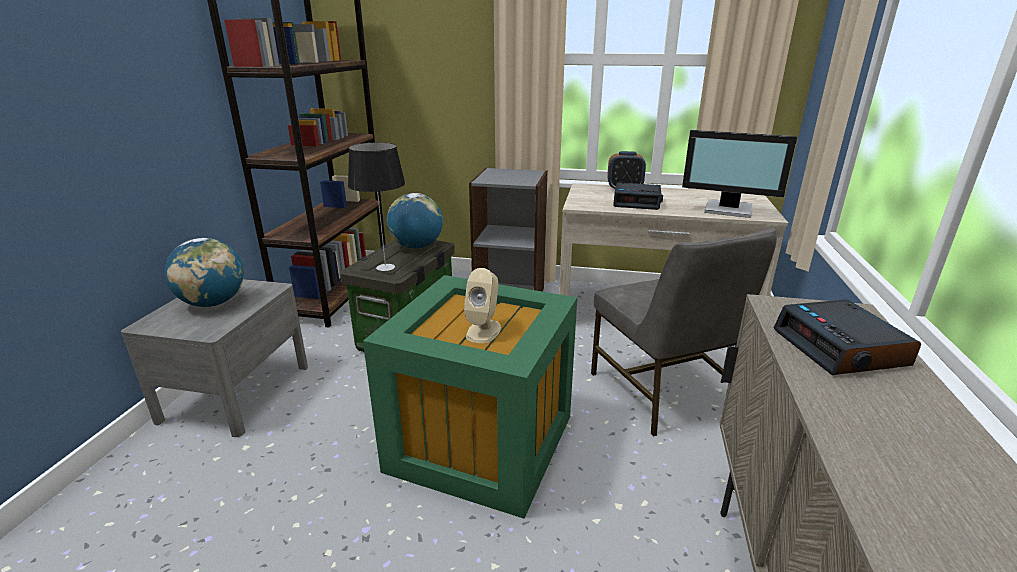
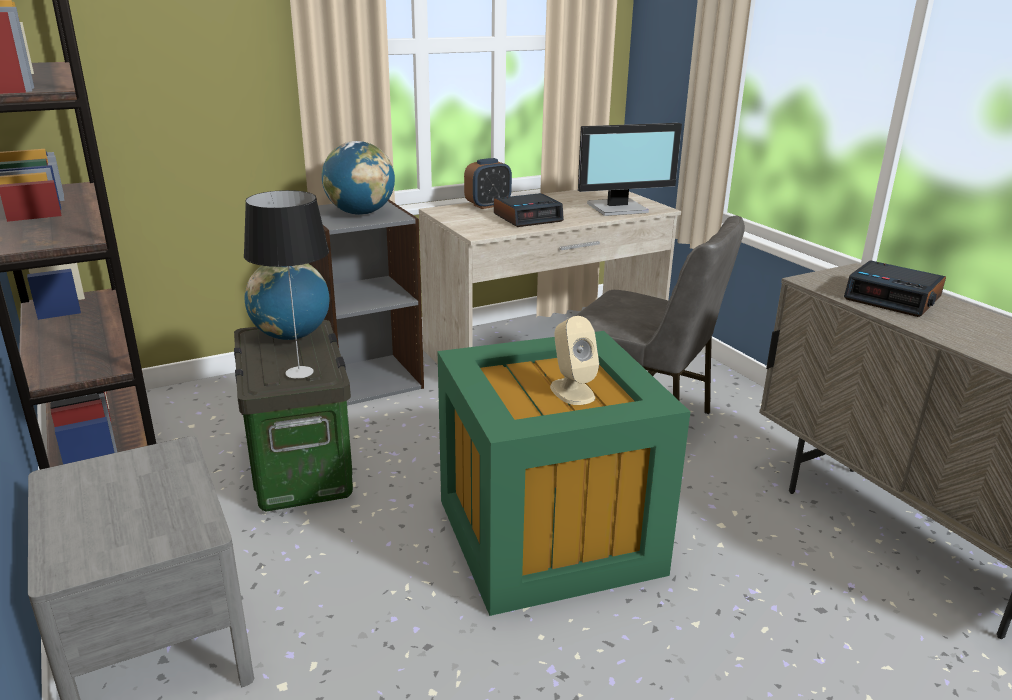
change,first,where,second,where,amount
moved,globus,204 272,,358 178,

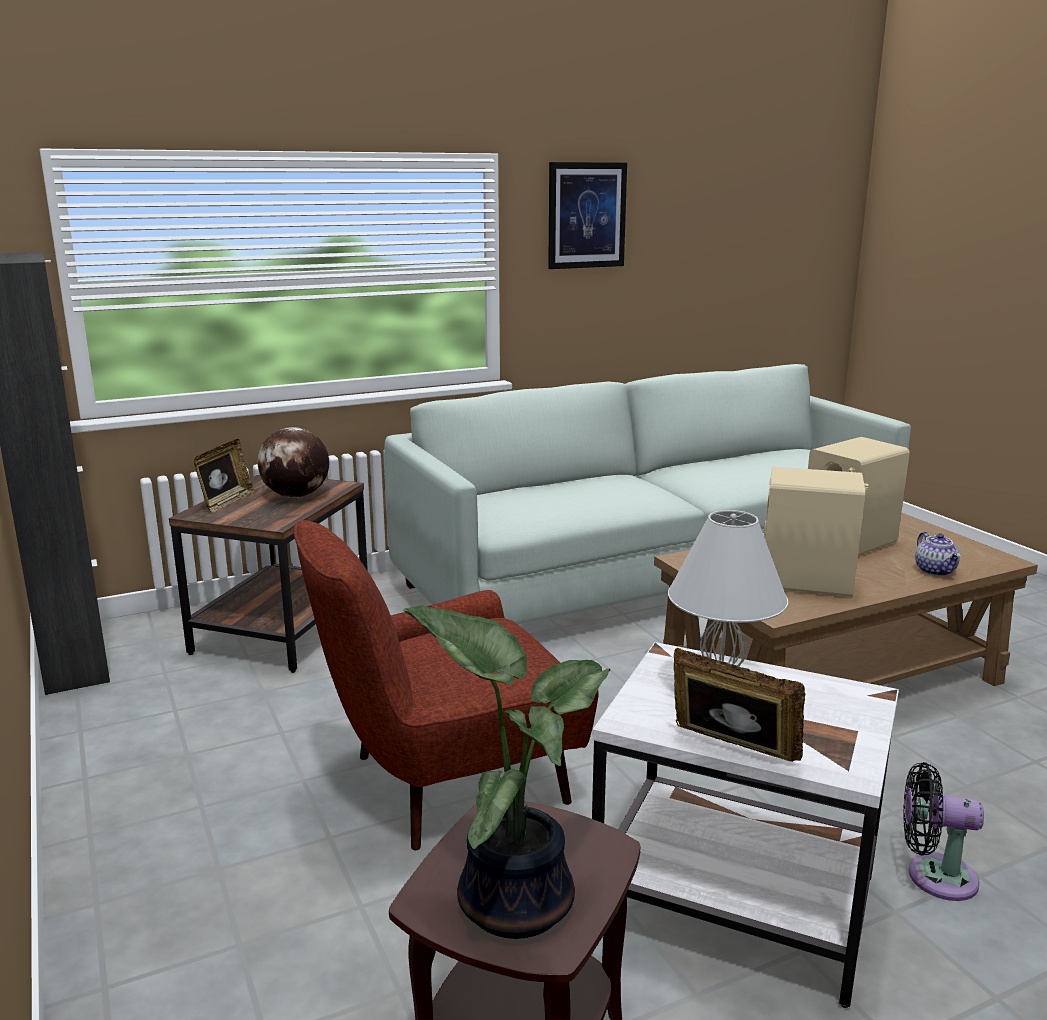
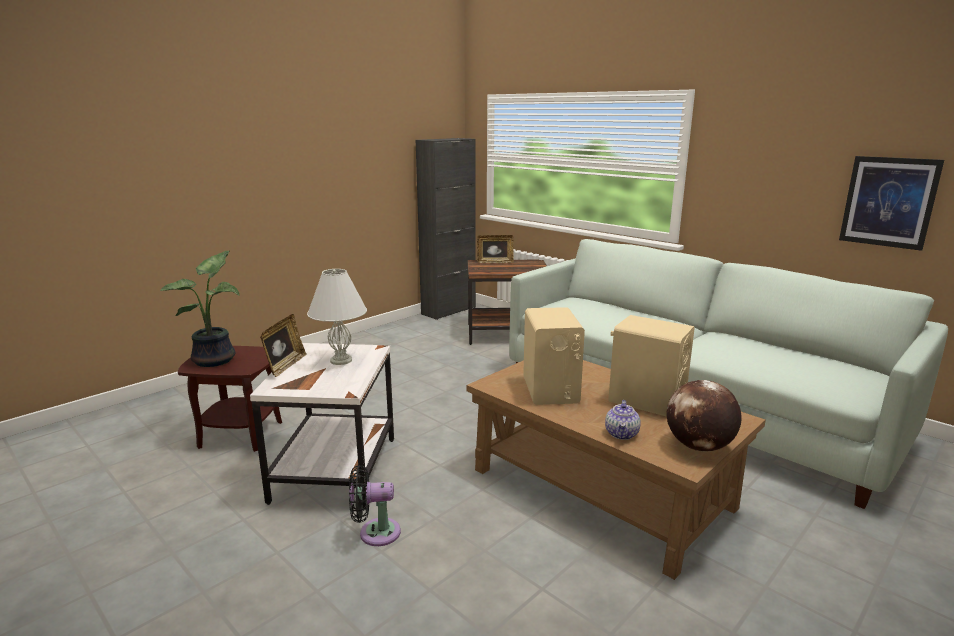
change,first,where,second,where,amount
moved,globus,293 462,,704 416,
removed,fotel (czerwony),446 685,,,
moved,obraz,587 215,,891 203,
turned,wentylator (czarny),943 831,,375 505,90 degrees counterclockwise
turned,imbryk,938 554,,623 420,45 degrees counterclockwise

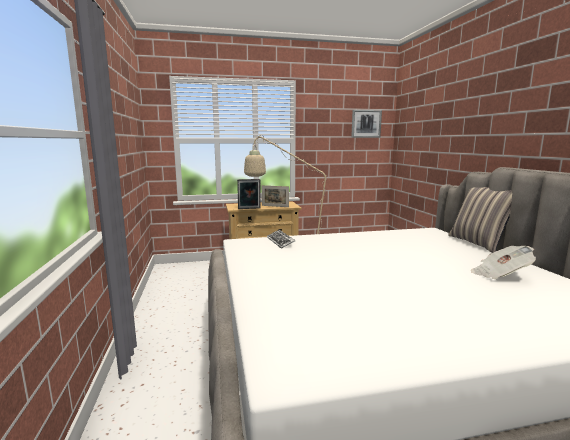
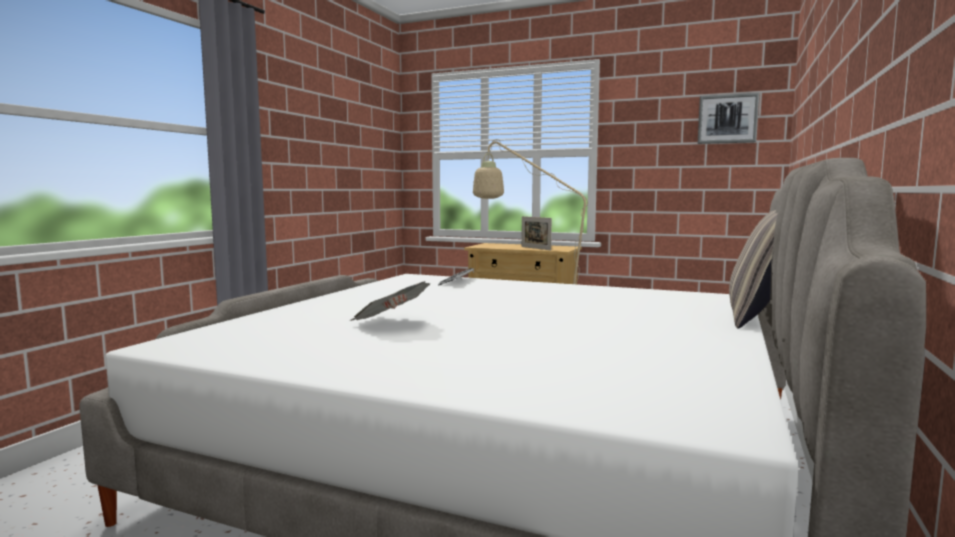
change,first,where,second,where,amount
removed,ramka na zdjęcie,248 194,,,
moved,gazeta,503 262,,390 301,

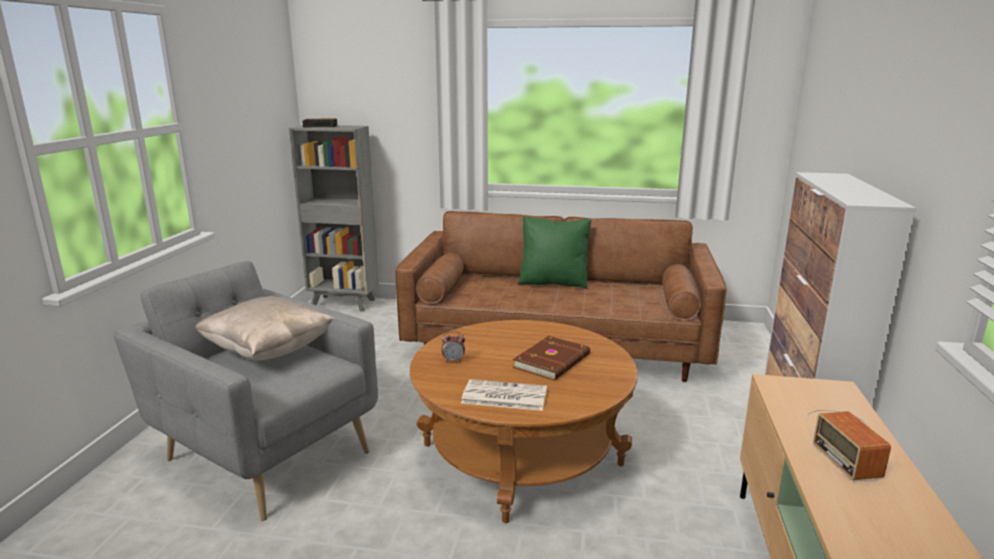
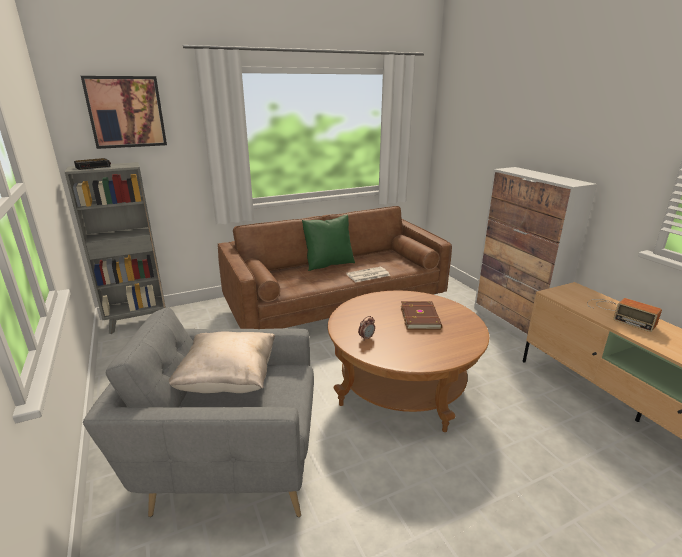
change,first,where,second,where,amount
moved,gazeta,504 395,,368 274,
added,,,obraz,124 112,

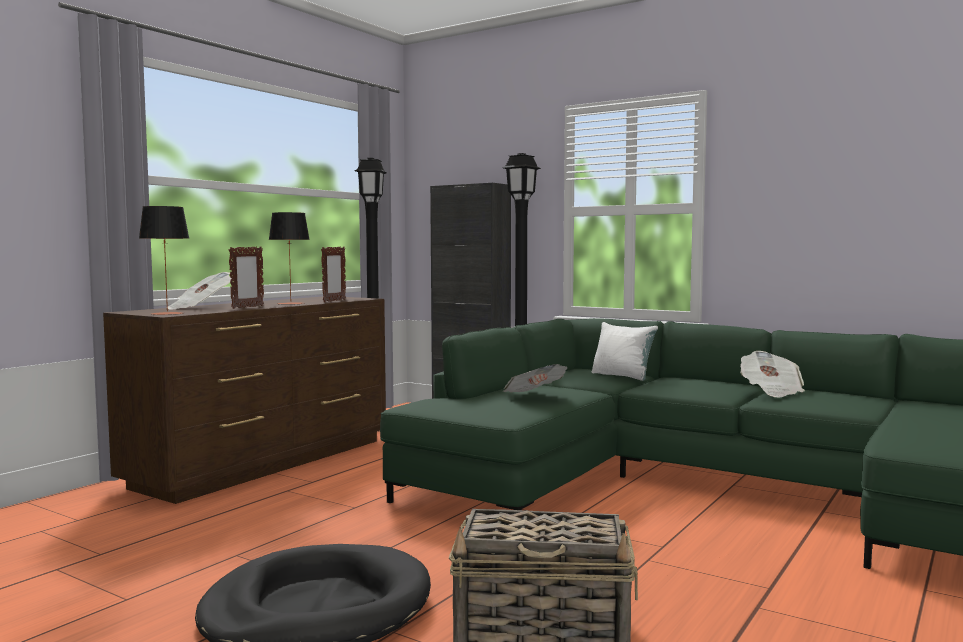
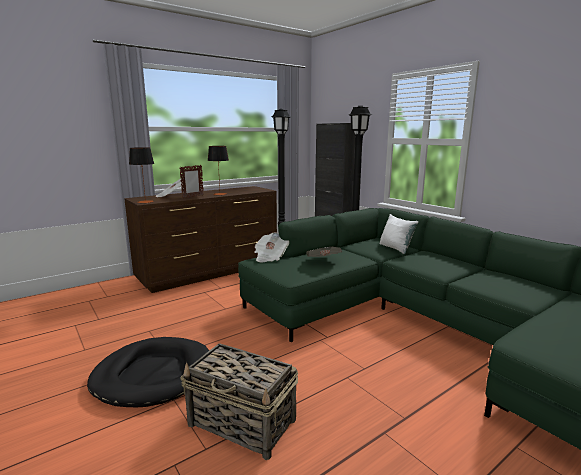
change,first,where,second,where,amount
removed,ramka na zdjęcie,333 274,,,
moved,gazeta,772 374,,271 247,

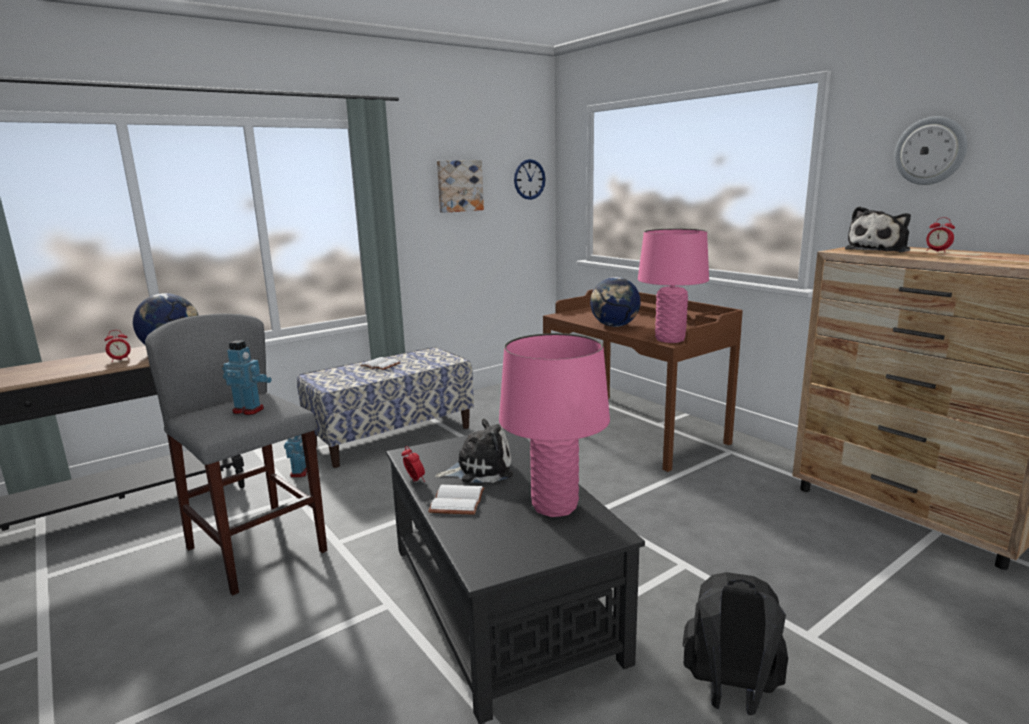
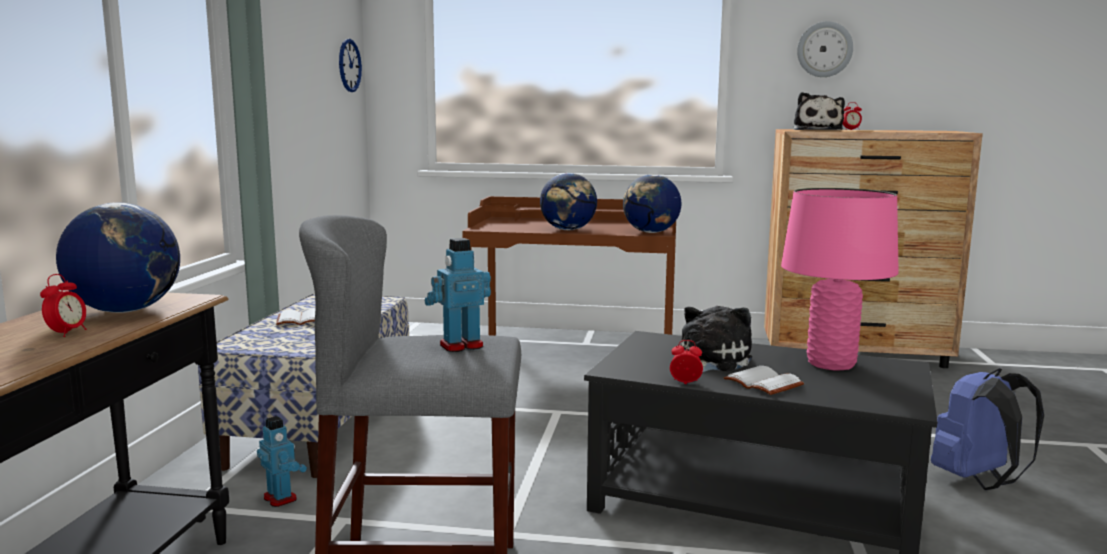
change,first,where,second,where,amount
removed,obraz,460 186,,,
replaced,lampa stołowa (różowy),673 285,globus,652 203,
recoloured,plecak (czarny),735 643,plecak (niebieski),987 429,

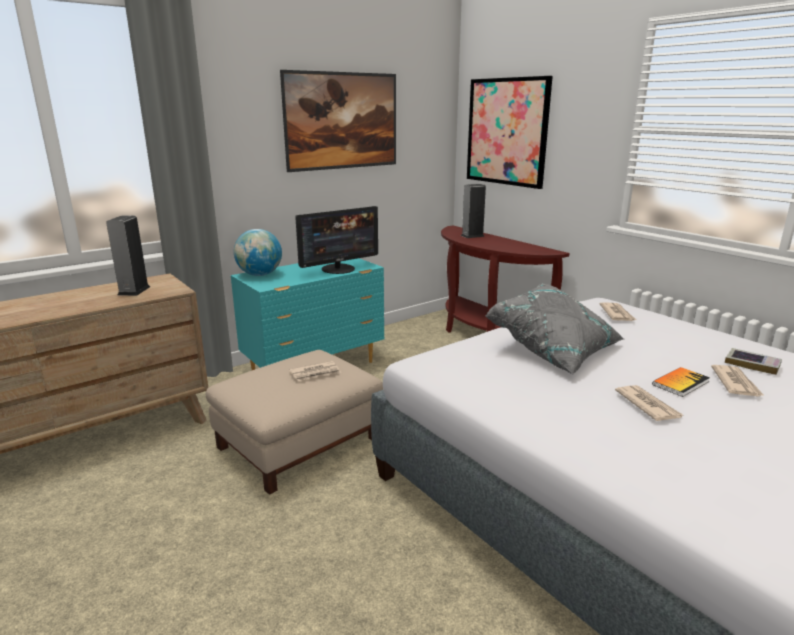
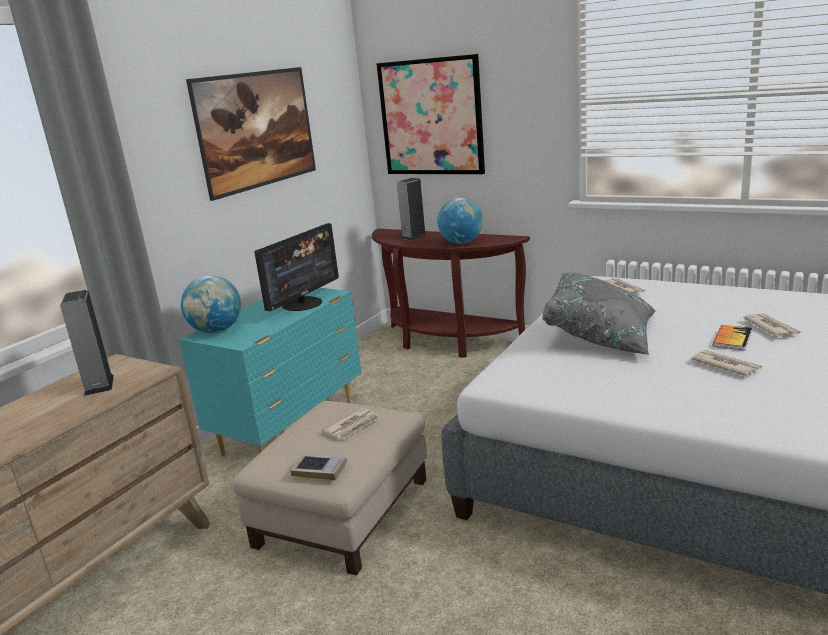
change,first,where,second,where,amount
moved,książka,753 361,,318 466,
added,,,globus,460 221,

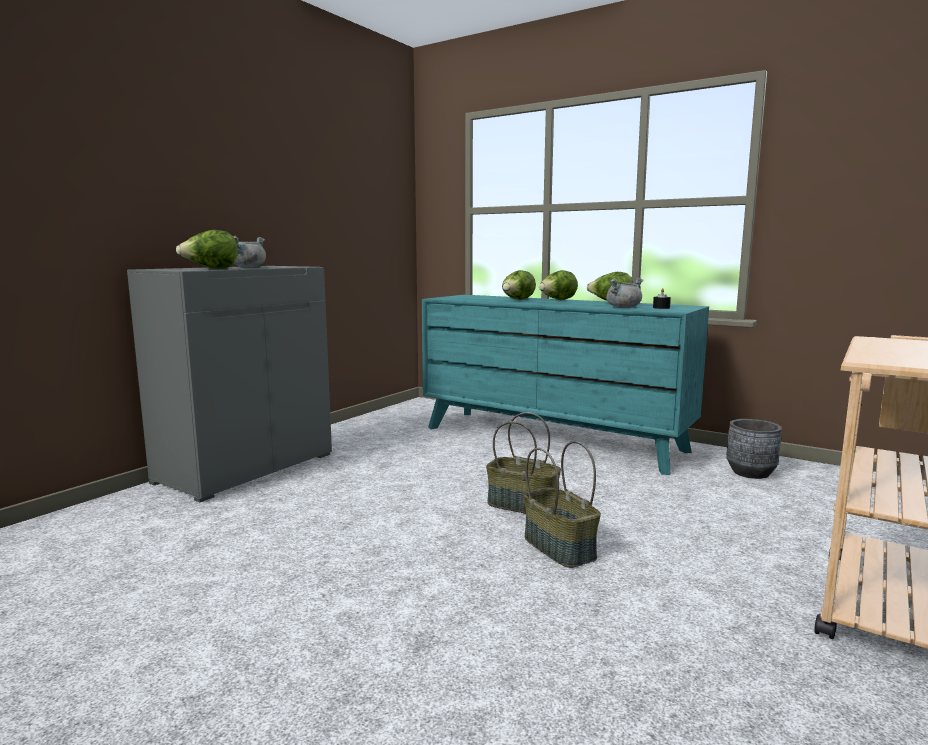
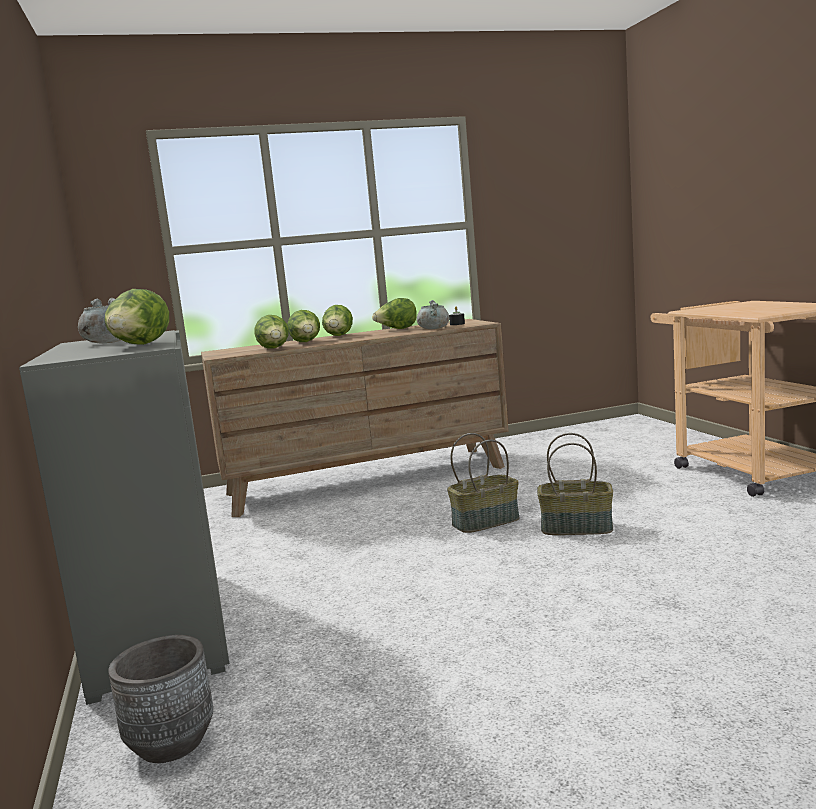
change,first,where,second,where,amount
recoloured,komoda (turkusowy),565 385,komoda (brązowy),354 418,
moved,donica (szary),754 449,,160 699,
added,,,sałata,272 332,

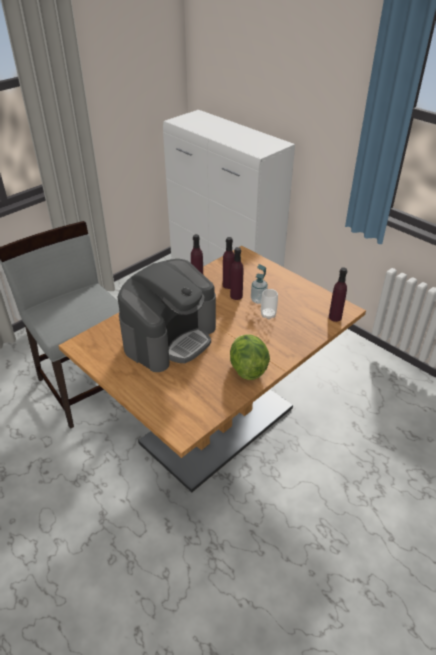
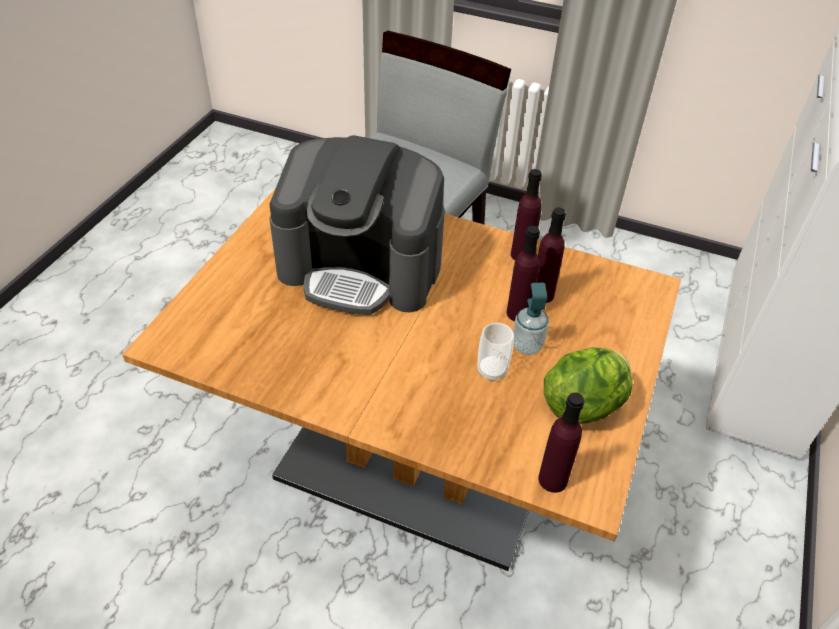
change,first,where,second,where,amount
moved,sałata,250 357,,588 385,

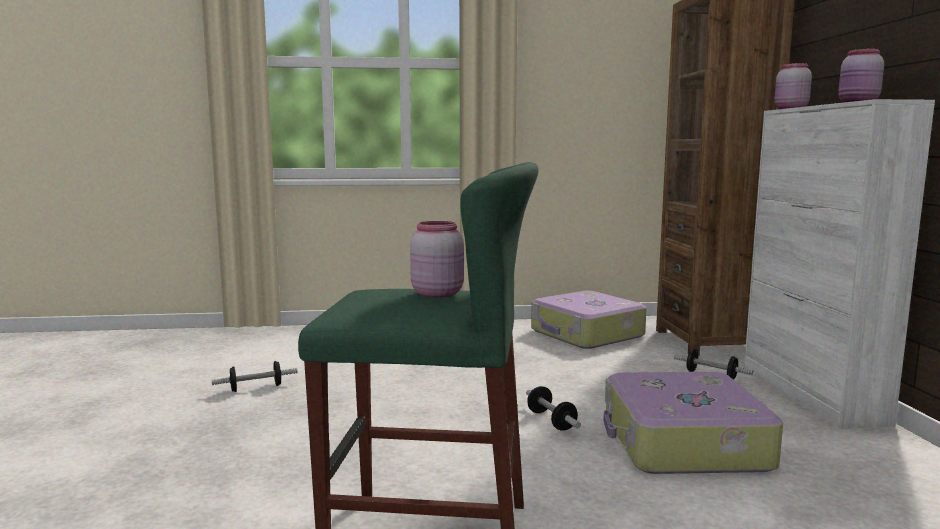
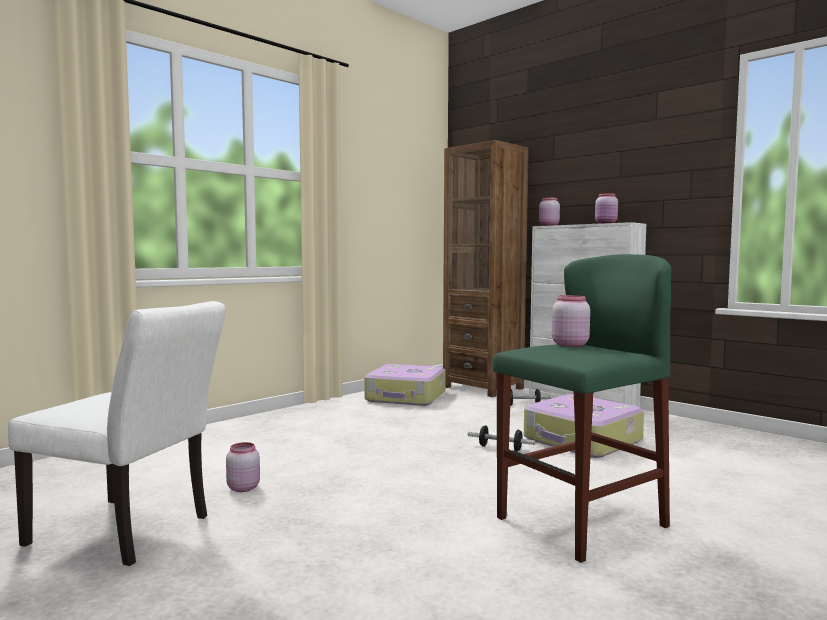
change,first,where,second,where,amount
replaced,hantel,255 376,słoik (różowy),243 467,
added,,,krzesło (biały),117 433,

